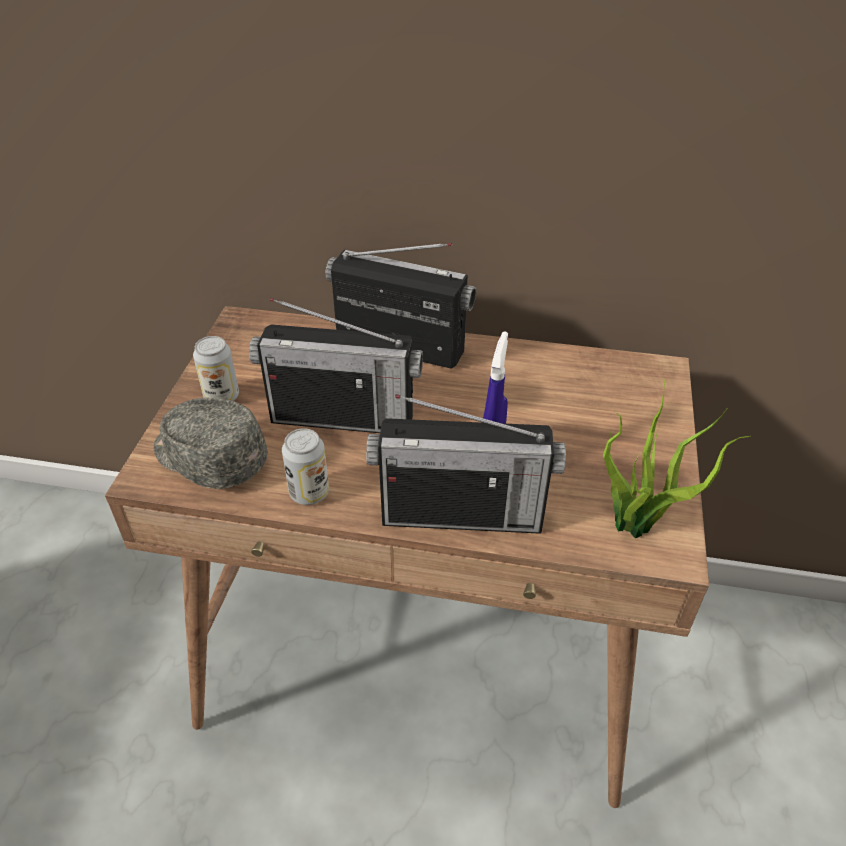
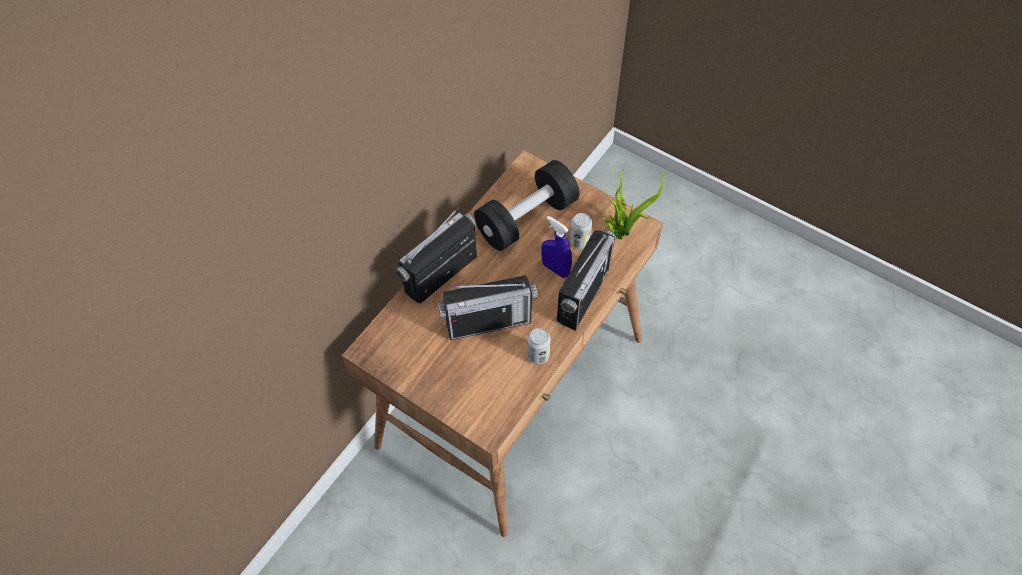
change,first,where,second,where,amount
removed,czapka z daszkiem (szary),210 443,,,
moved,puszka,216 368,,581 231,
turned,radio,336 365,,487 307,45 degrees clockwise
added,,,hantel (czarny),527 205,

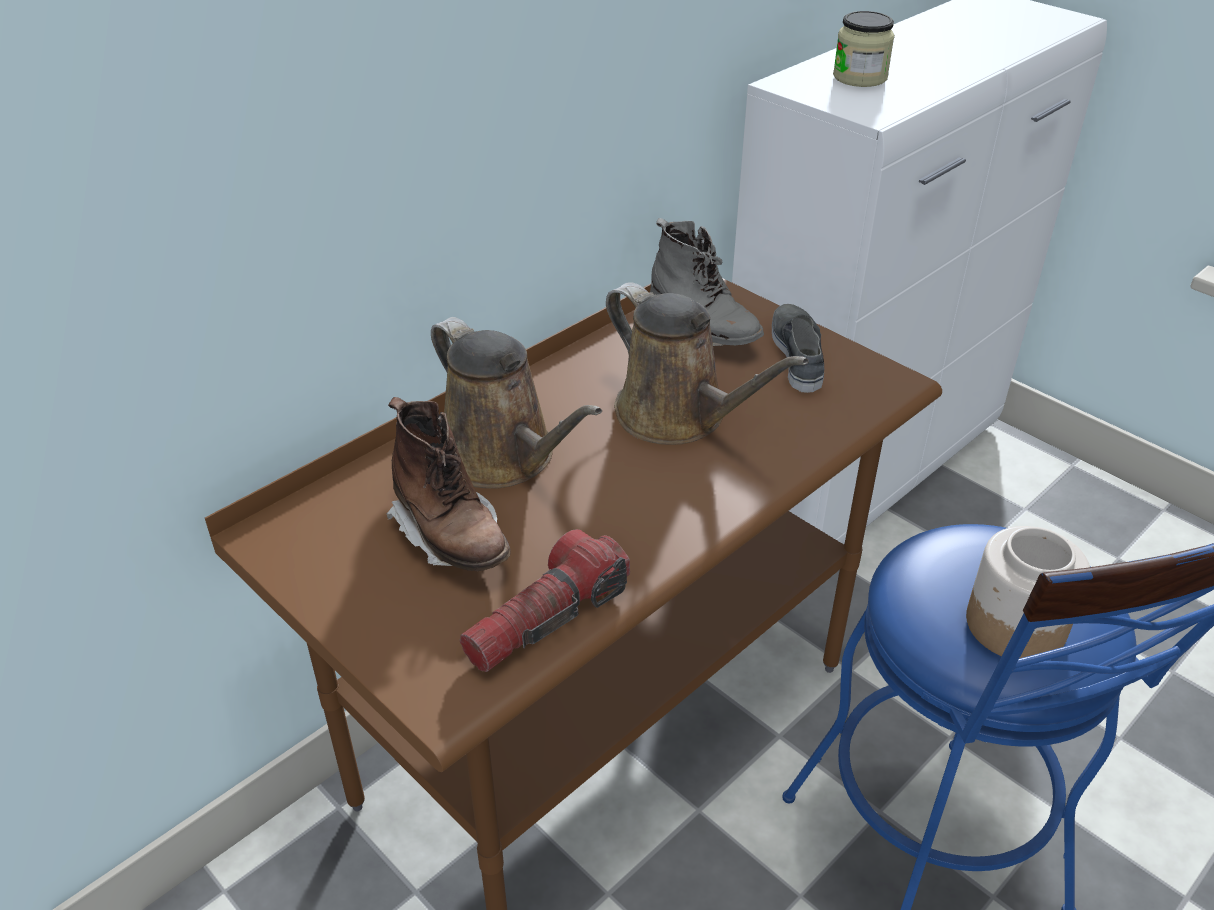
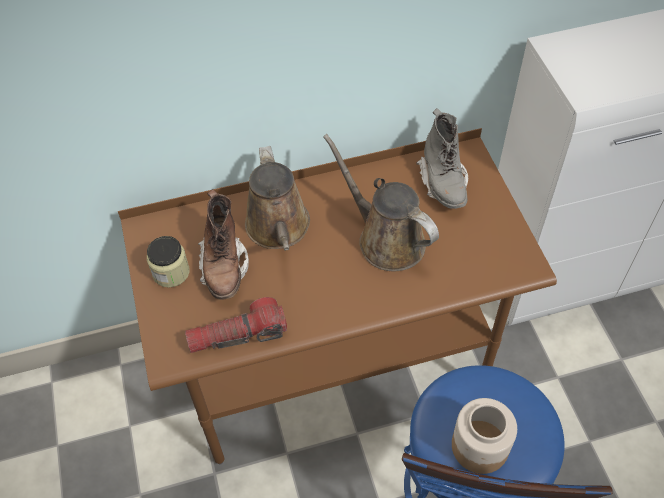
change,first,where,second,where,amount
turned,konewka (brązowy),707 363,,381 202,150 degrees clockwise
removed,but (szary),798 348,,,
moved,słoik,864 49,,168 261,

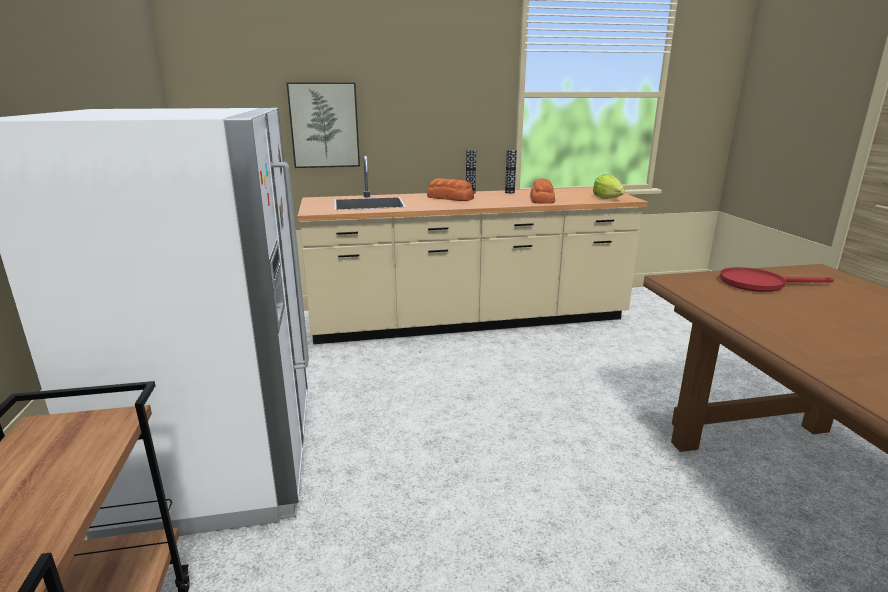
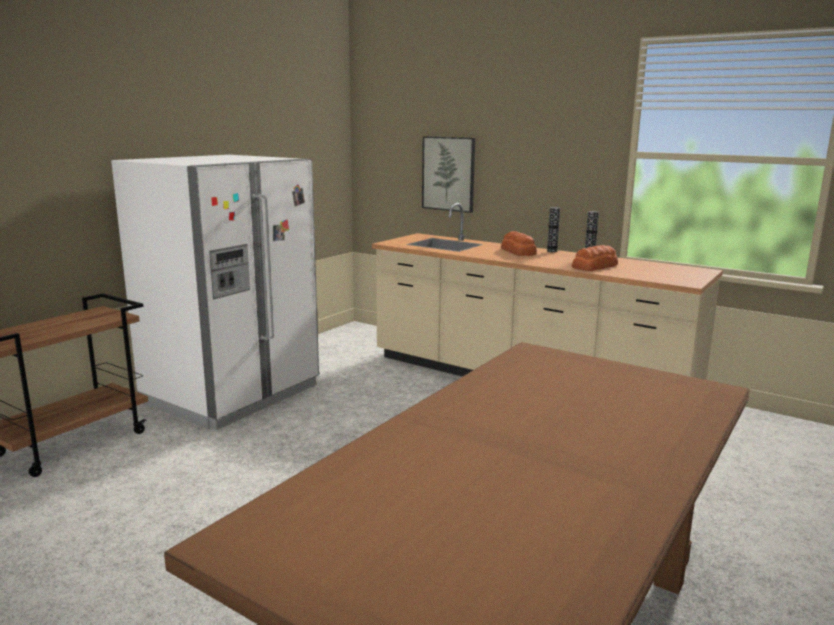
change,first,where,second,where,amount
removed,sałata,609 186,,,
removed,patelnia (czerwony),776 279,,,

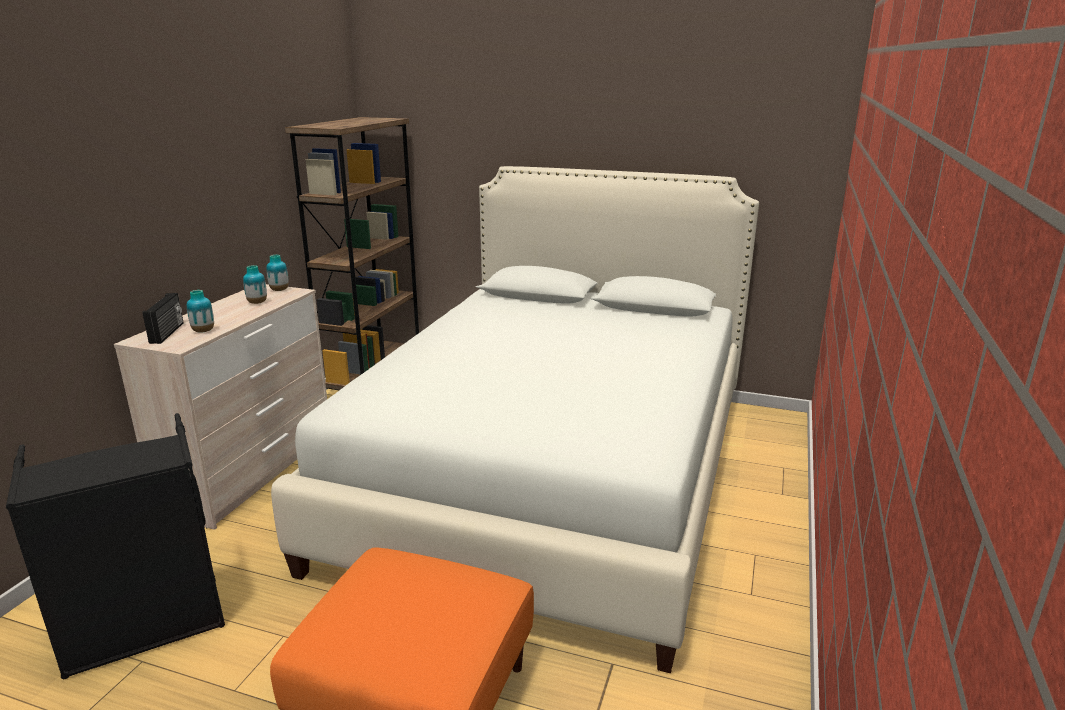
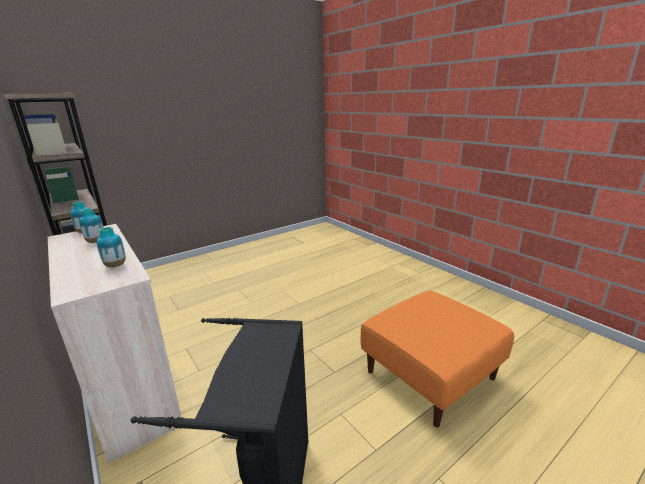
change,first,where,second,where,amount
removed,radio,162 318,,,
removed,łóżko (biały),515 419,,,

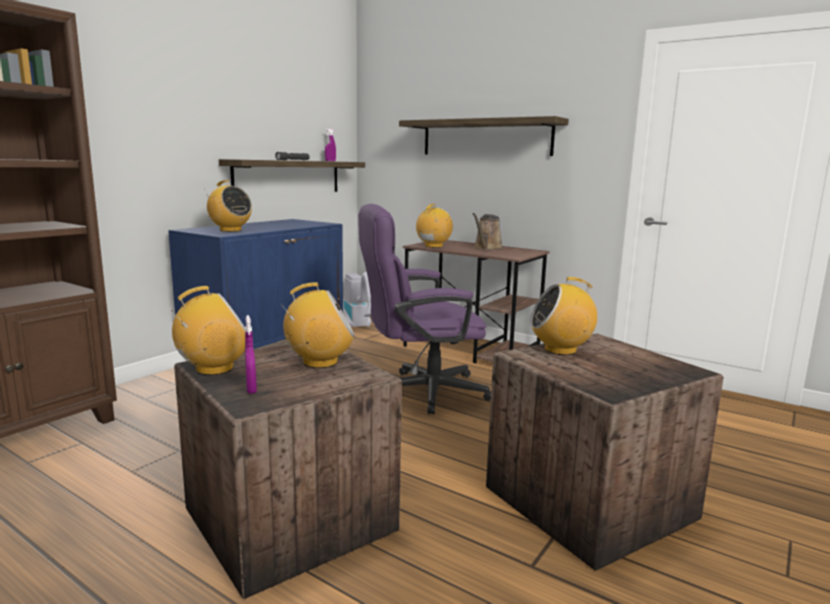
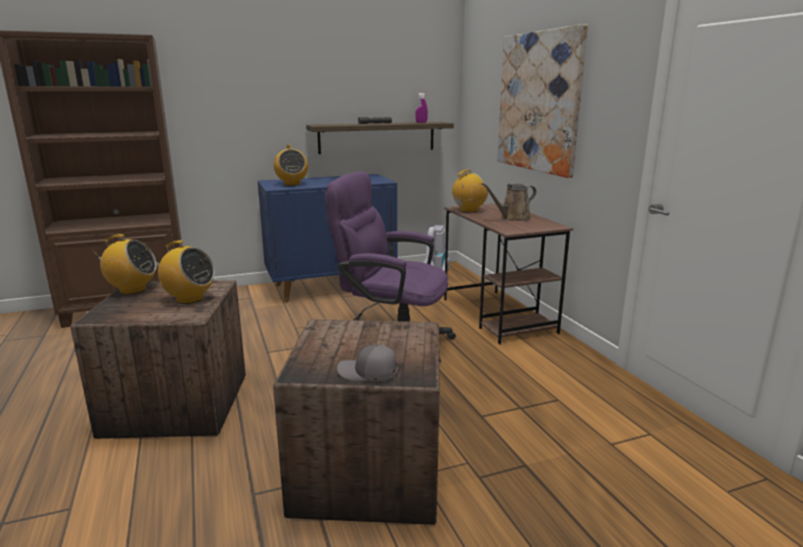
change,first,where,second,where,amount
removed,spryskiwacz (fioletowy),251 354,,,
replaced,półka,484 136,obraz,542 101,
removed,radio,563 316,,,
added,,,czapka z daszkiem (szary),367 362,

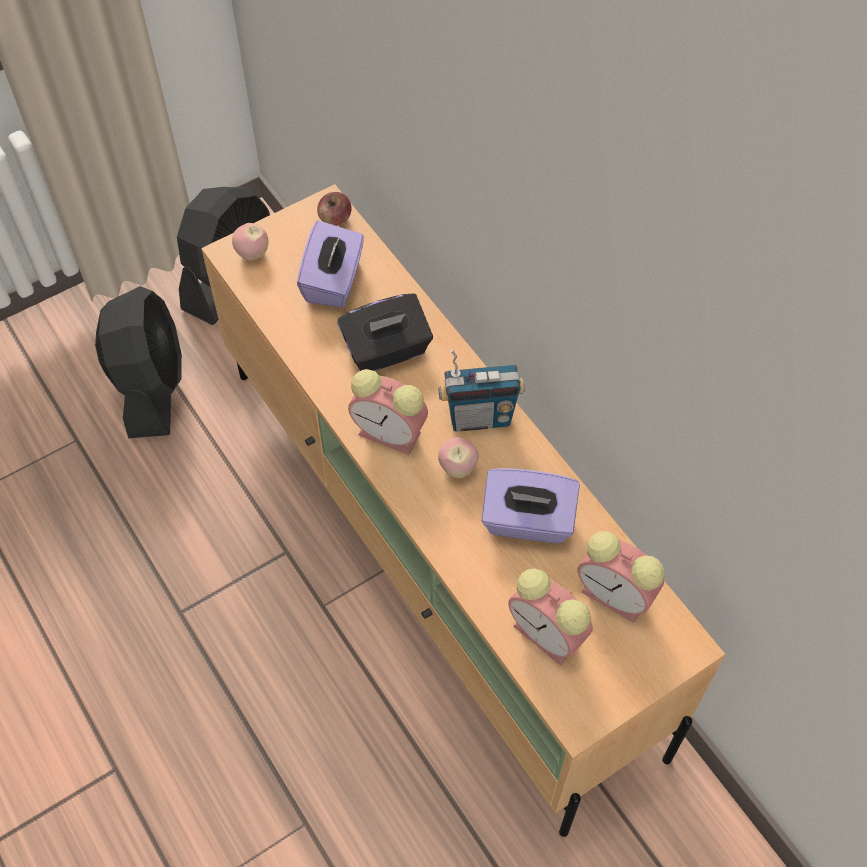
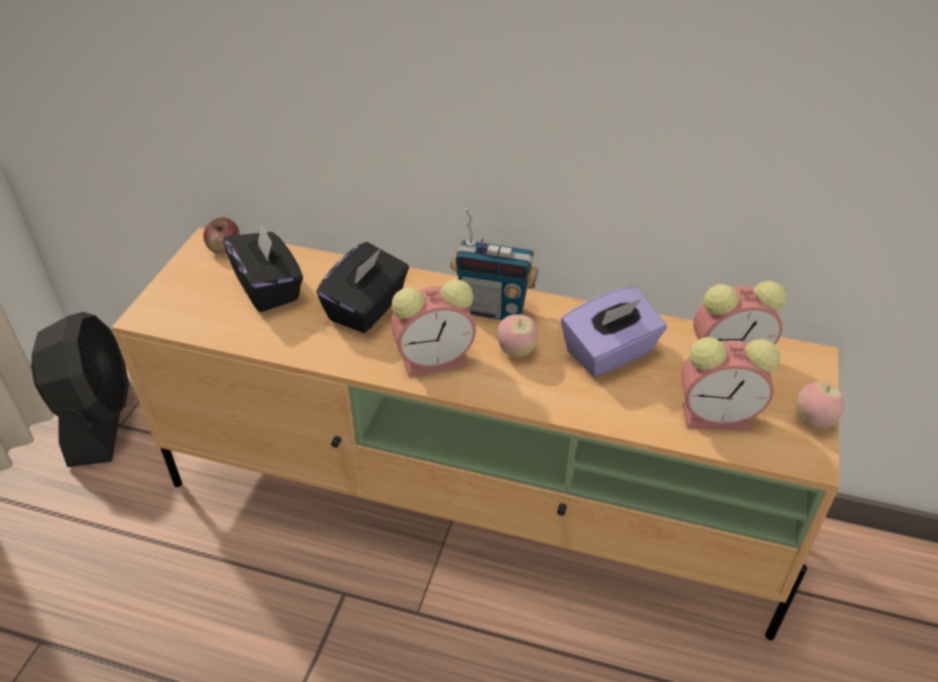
change,first,where,second,where,amount
removed,wentylator (czarny),138 362,,,
moved,jabłko,250 241,,820 405,
recoloured,pudełko chusteczek (fioletowy),330 264,pudełko chusteczek (czarny),263 267,
turned,radio,481 390,,494 264,60 degrees clockwise

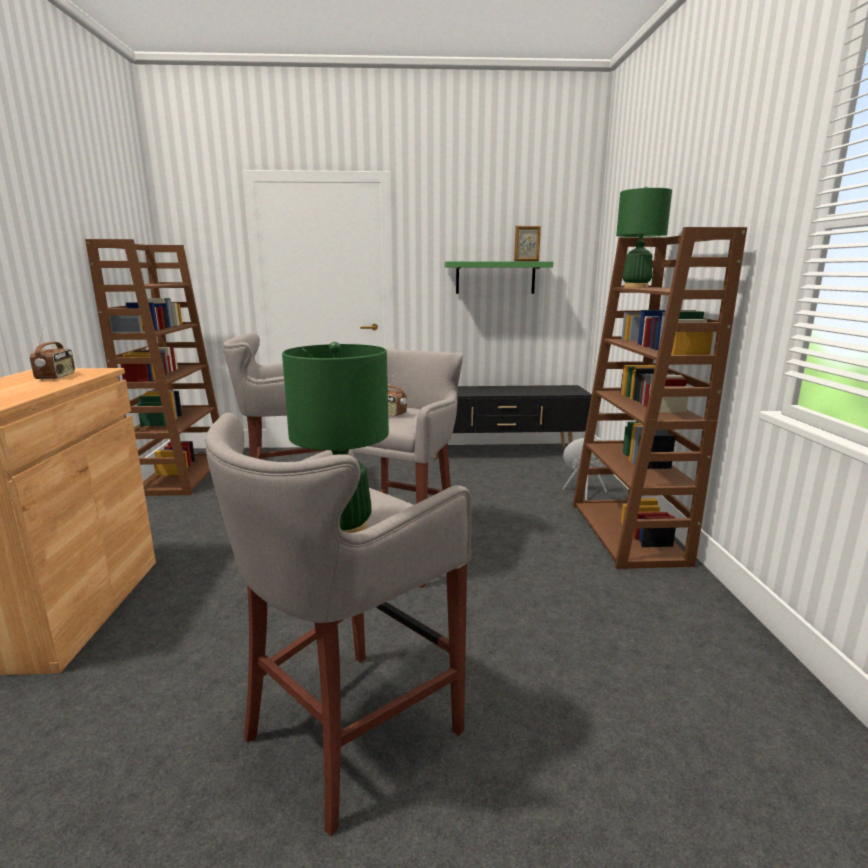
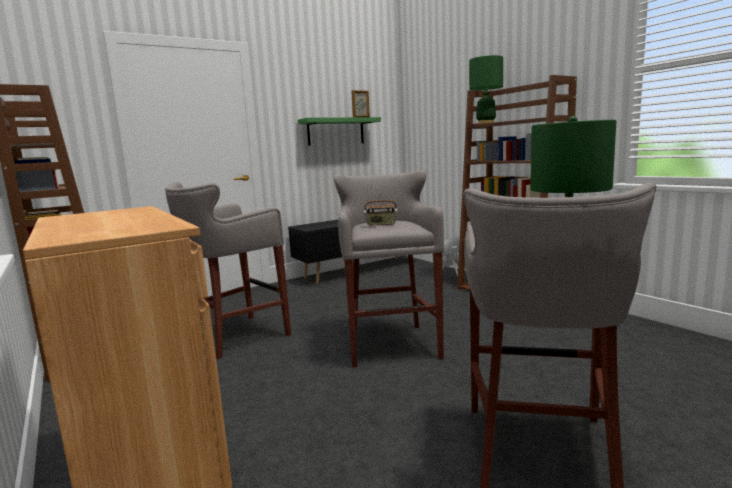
change,first,where,second,where,amount
removed,radio,52 354,,,

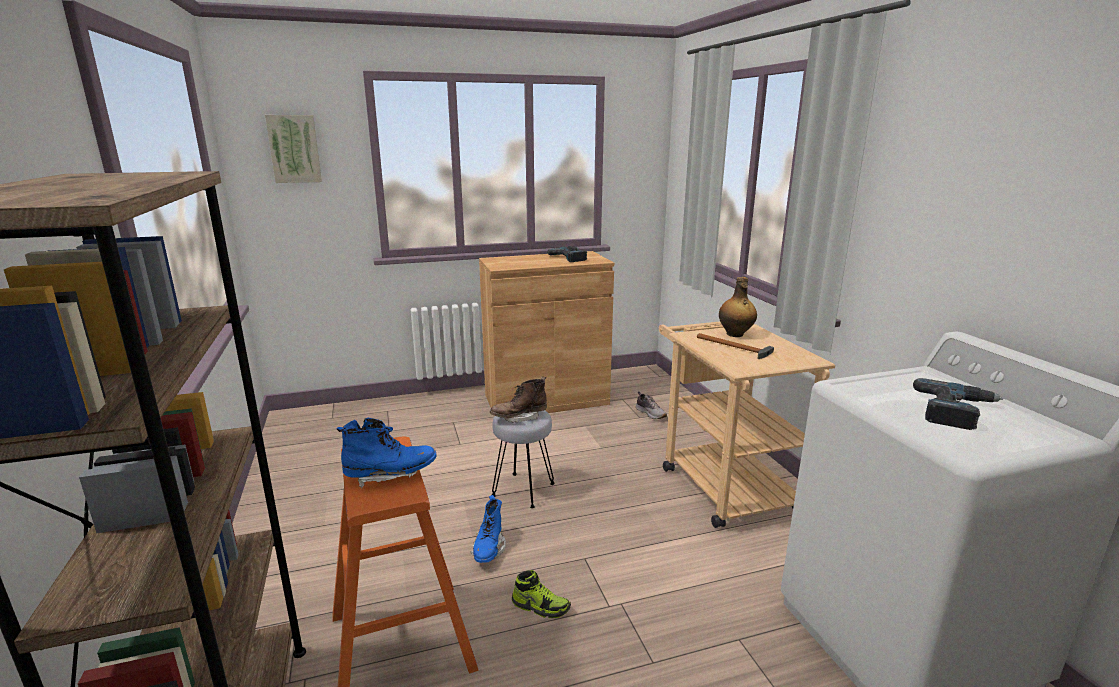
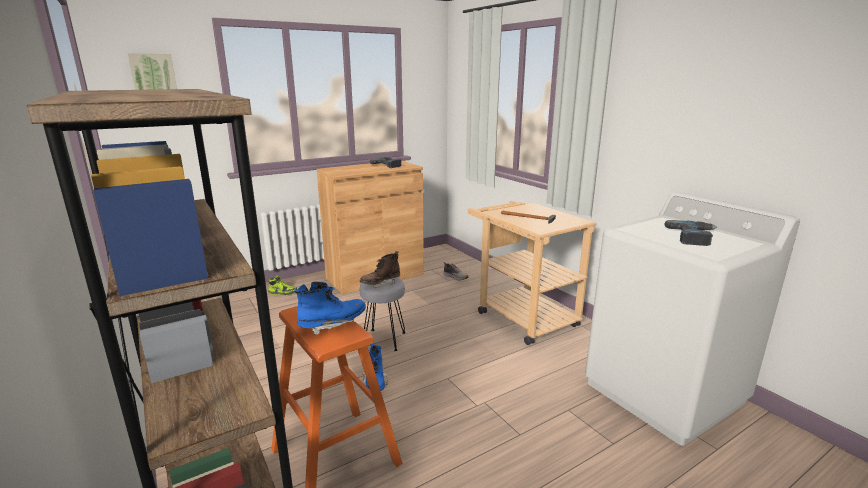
change,first,where,second,where,amount
moved,but,541 594,,282 285,
removed,butelka,738 307,,,

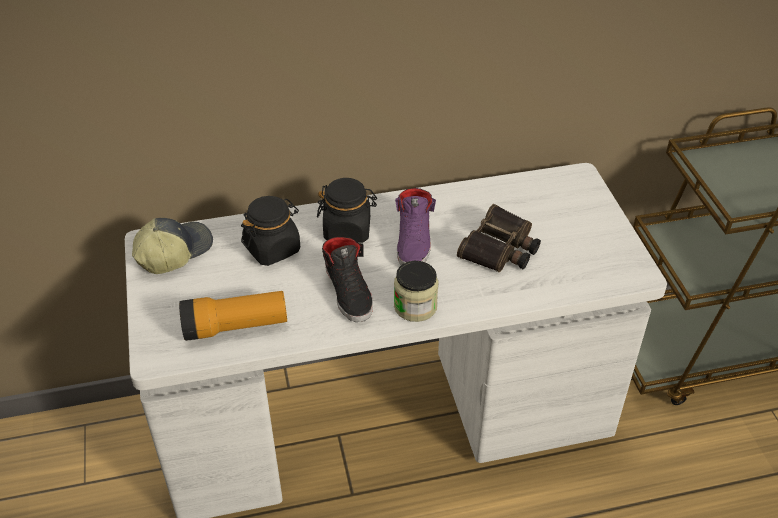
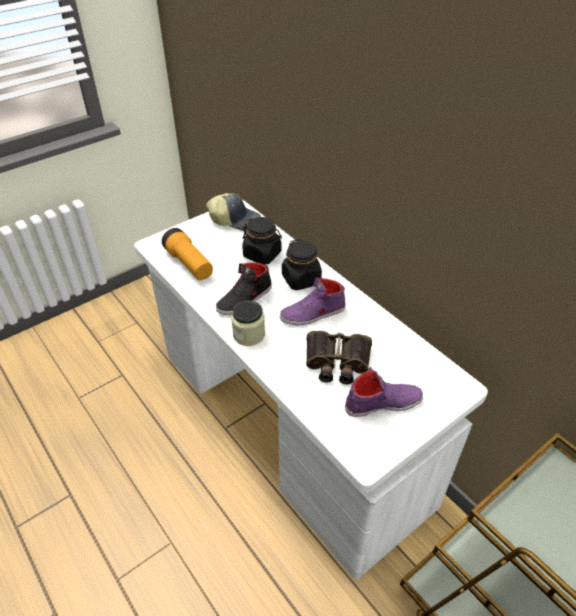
change,first,where,second,where,amount
added,,,but (fioletowy),384 392,

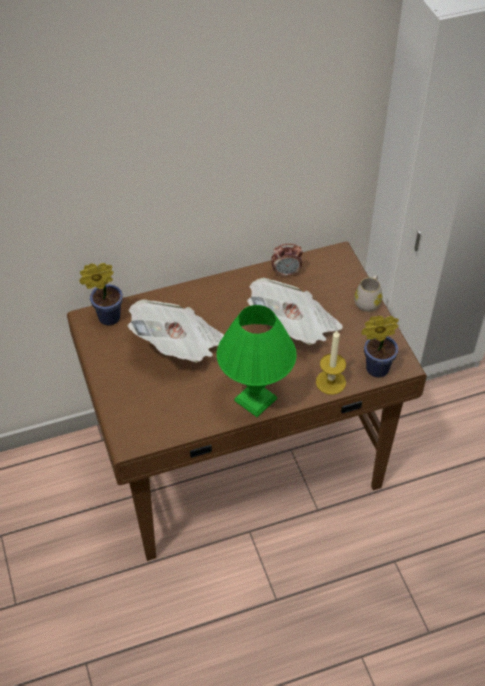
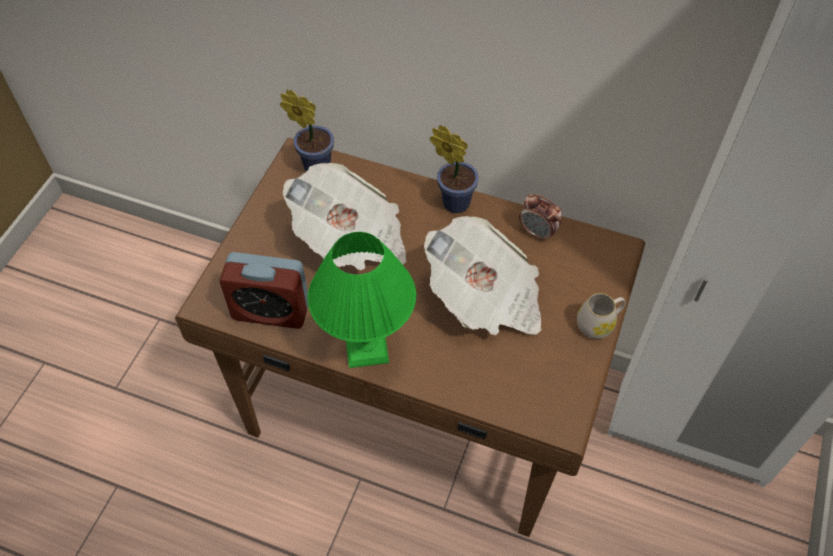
change,first,where,second,where,amount
removed,świeca,331 362,,,
moved,roślina doniczkowa,380 346,,454 169,
added,,,budzik,263 290,

